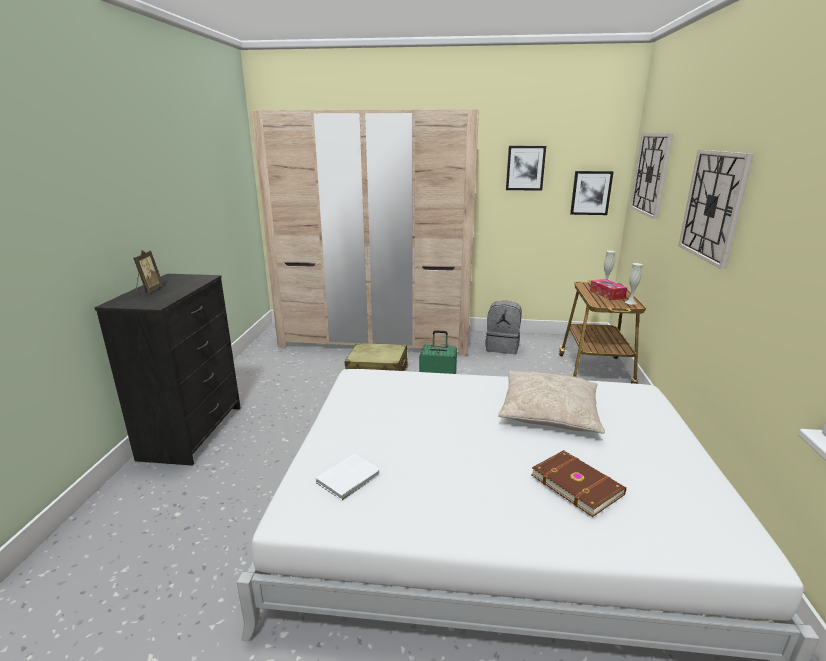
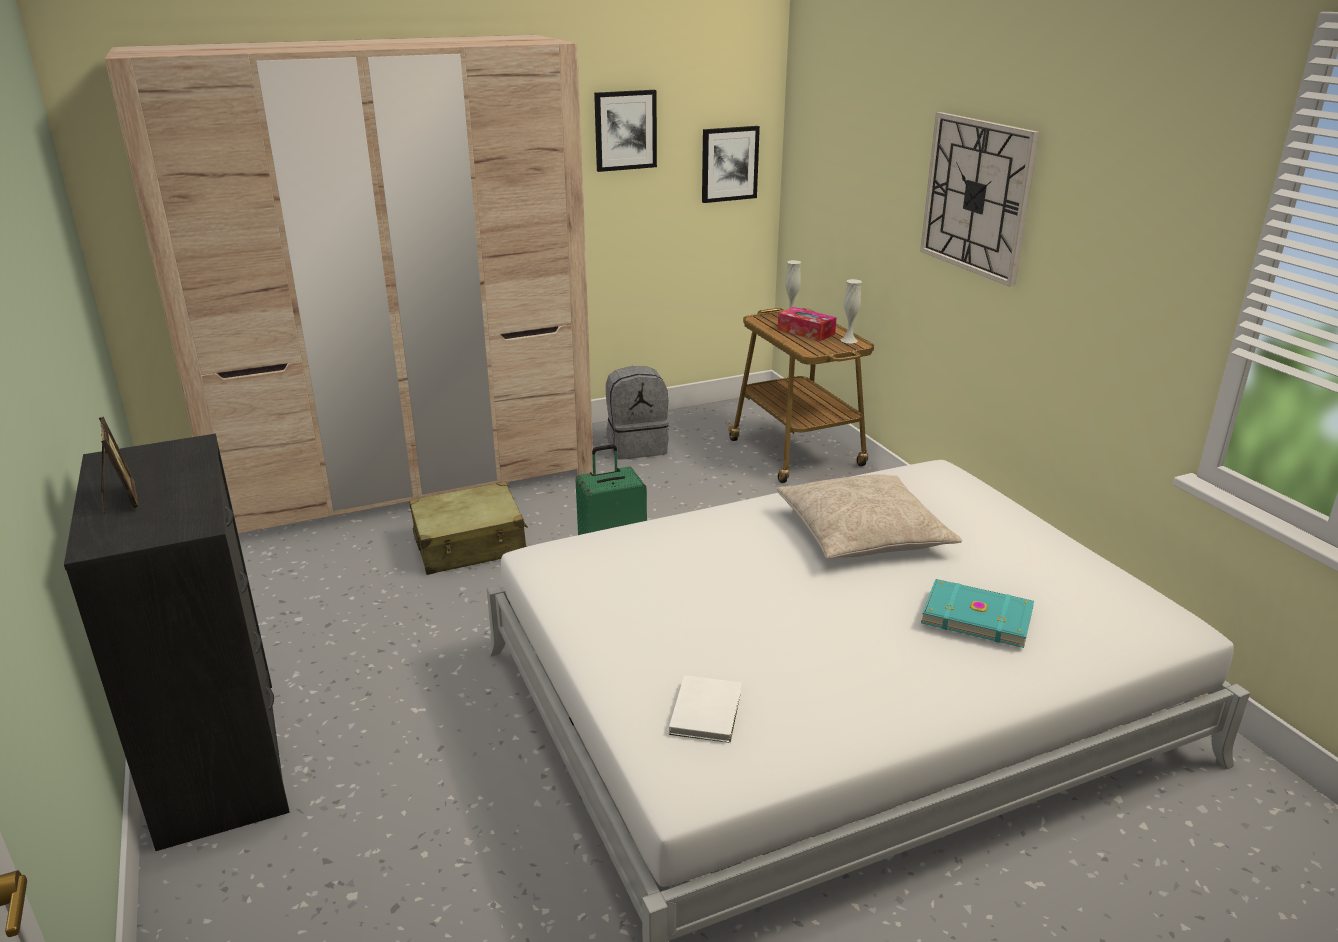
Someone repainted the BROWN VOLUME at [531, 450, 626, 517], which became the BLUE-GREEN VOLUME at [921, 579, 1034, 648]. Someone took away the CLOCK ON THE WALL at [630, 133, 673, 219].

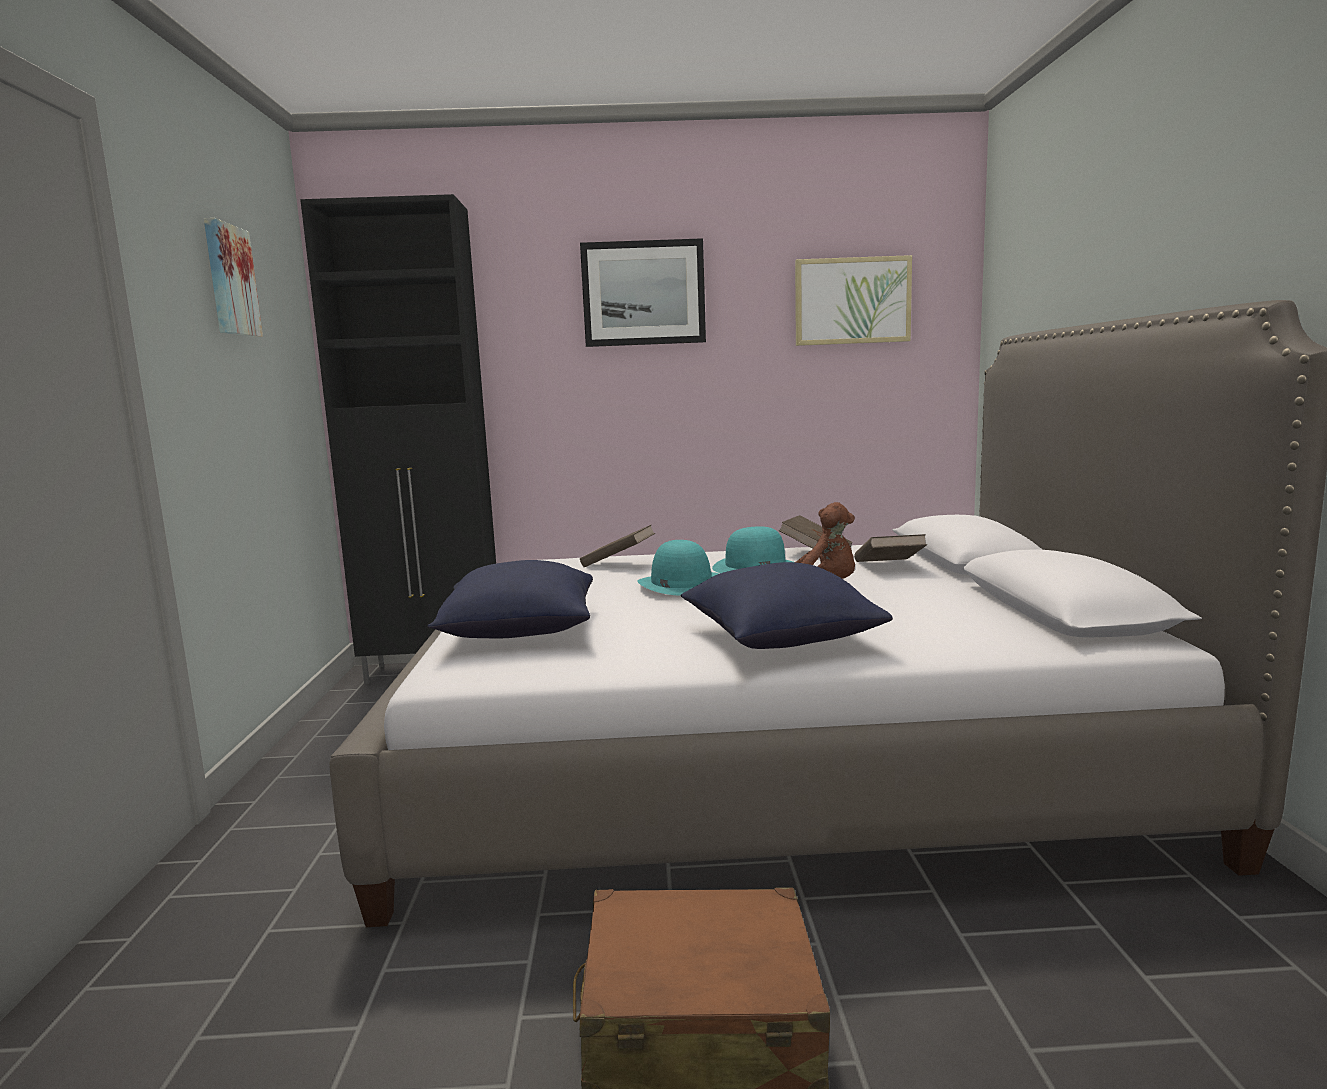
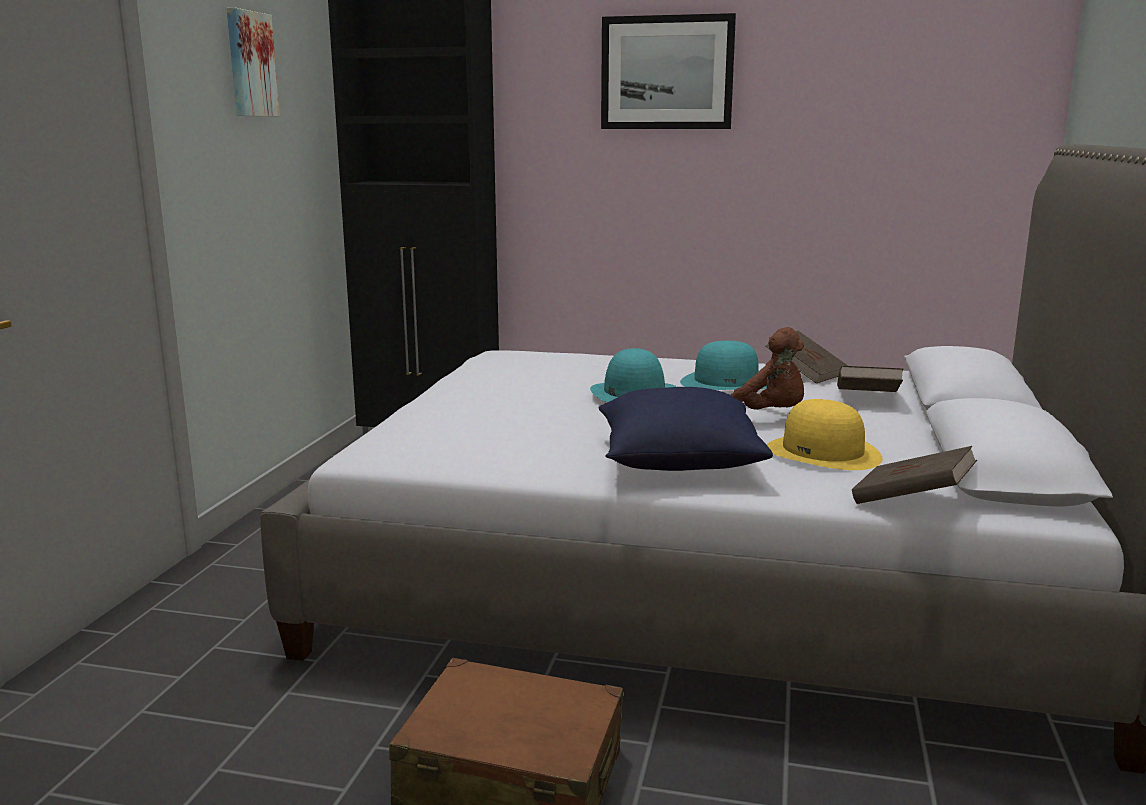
Someone took away the BLUE CUSHION at [428, 560, 593, 638]. Someone carried the BROWN VOLUME from [580, 525, 655, 567] to [852, 446, 977, 504]. Someone took away the WALL ART at [795, 255, 912, 346]. Someone put down the YELLOWISH HAT at [766, 399, 883, 470].

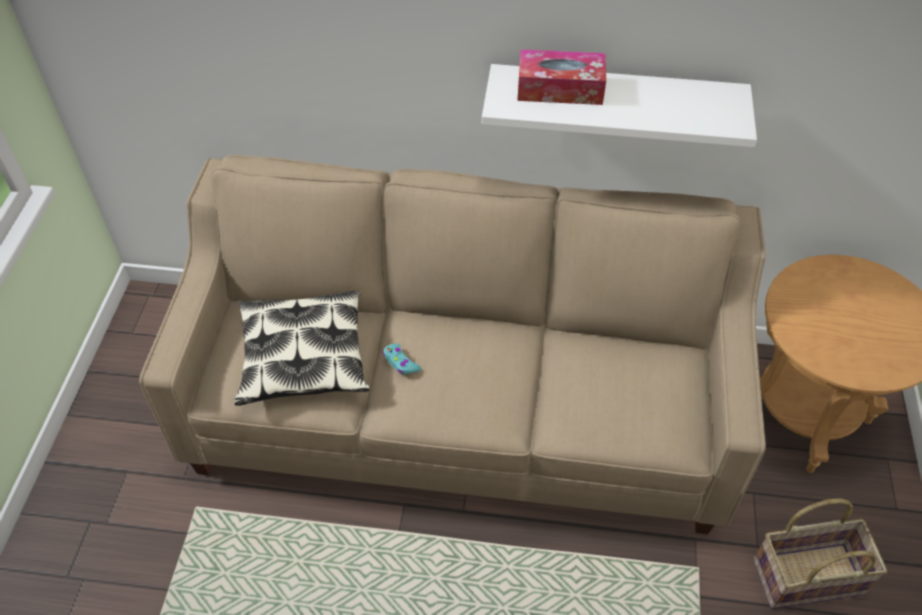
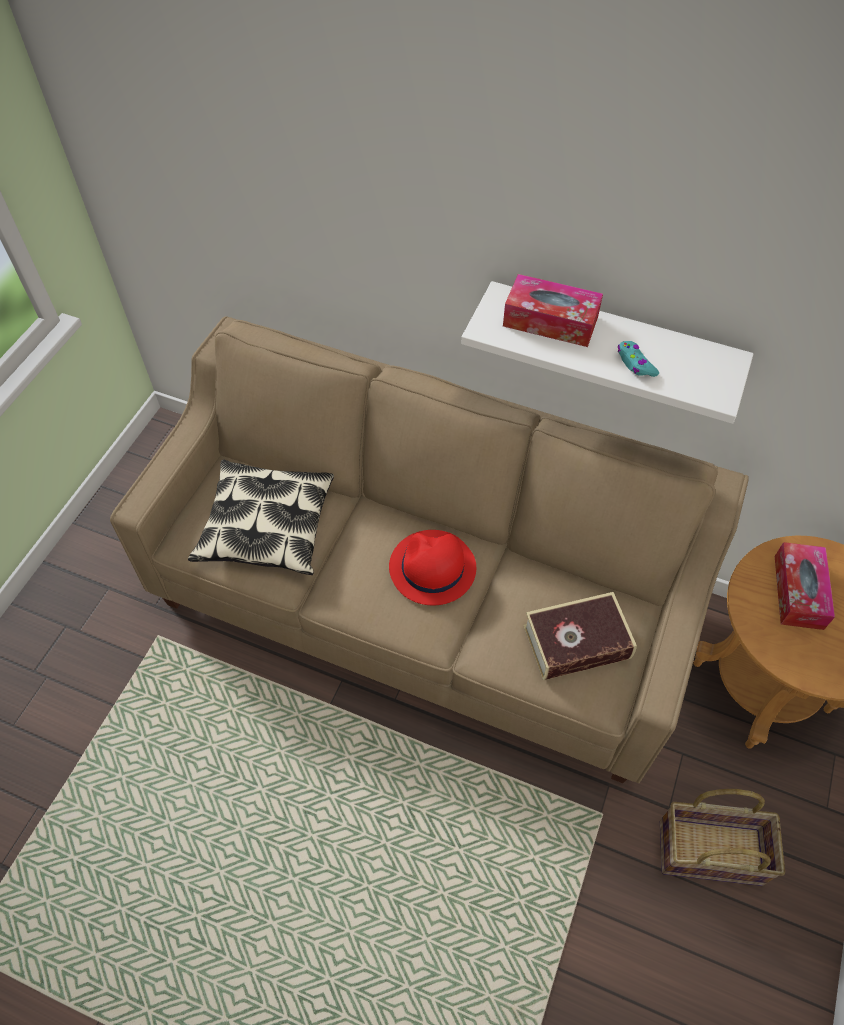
Someone carried the BLUE-GREEN GAMEPAD from [383, 344, 421, 374] to [618, 341, 659, 377]. Someone put down the RED-COLOURED HAT at [389, 530, 476, 606]. Someone put down the VOLUME at [523, 592, 637, 680]. Someone put down the TISSUE HOLDER at [775, 542, 835, 630].

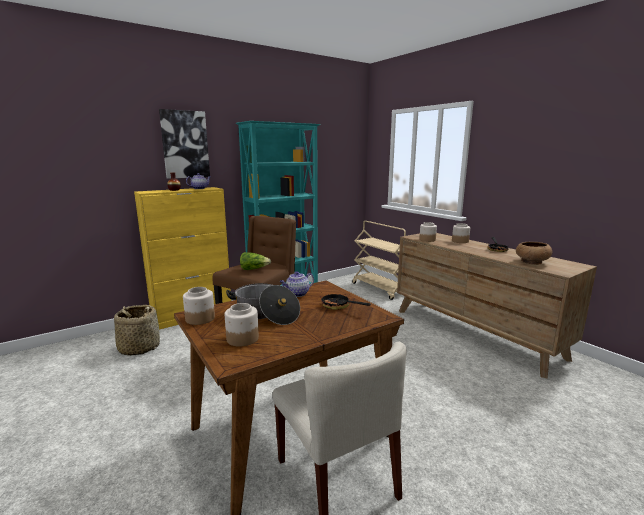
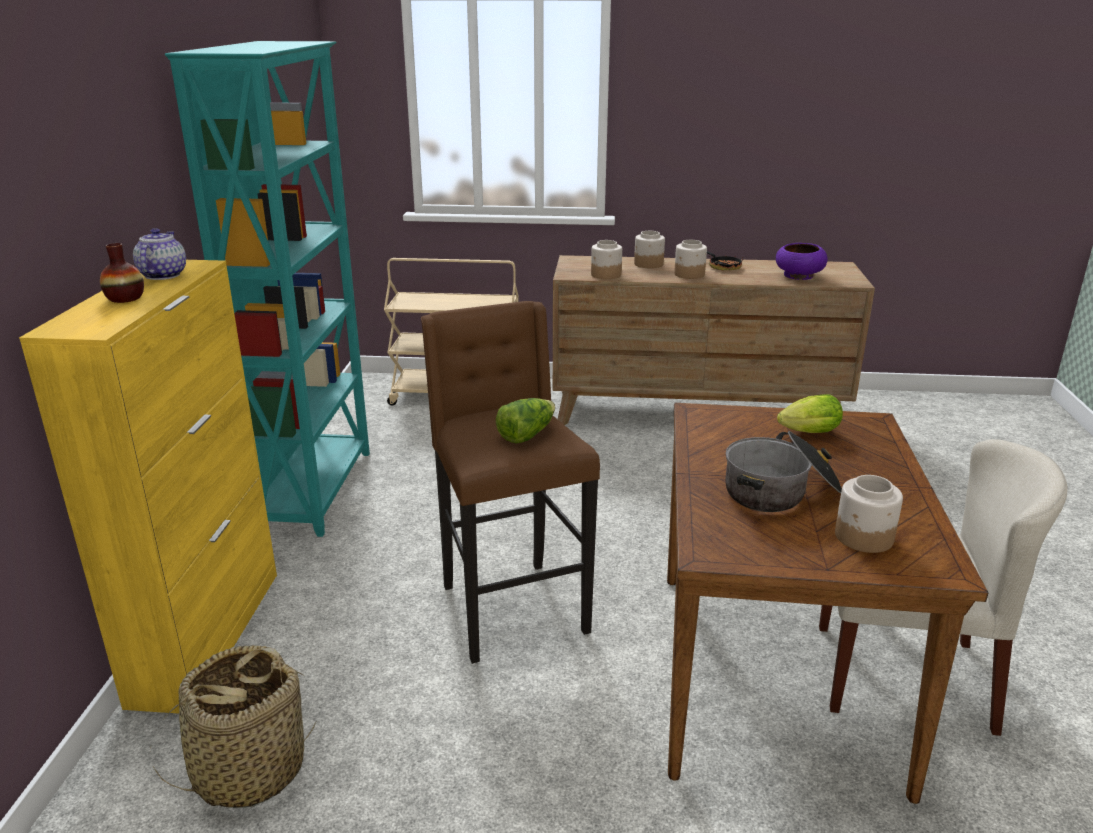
Someone took away the WALL ART at [159, 109, 210, 179]. Someone carried the PRESERVE JAR from [183, 287, 215, 325] to [674, 240, 707, 279]. Someone took away the POT FOR TEA at [279, 271, 314, 297]. Someone swapped the SKILLET at [321, 292, 371, 310] for the LETTUCE HEAD at [777, 394, 843, 433]. Someone repainted the BROWN BOWL at [516, 242, 552, 265], which became the PURPLE-COLOURED BOWL at [776, 243, 828, 280].

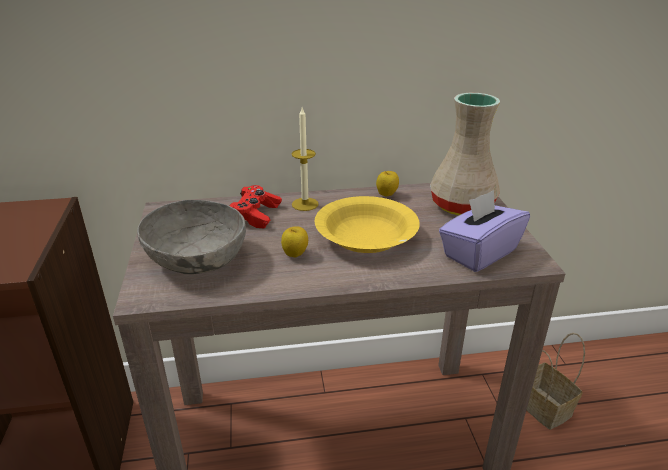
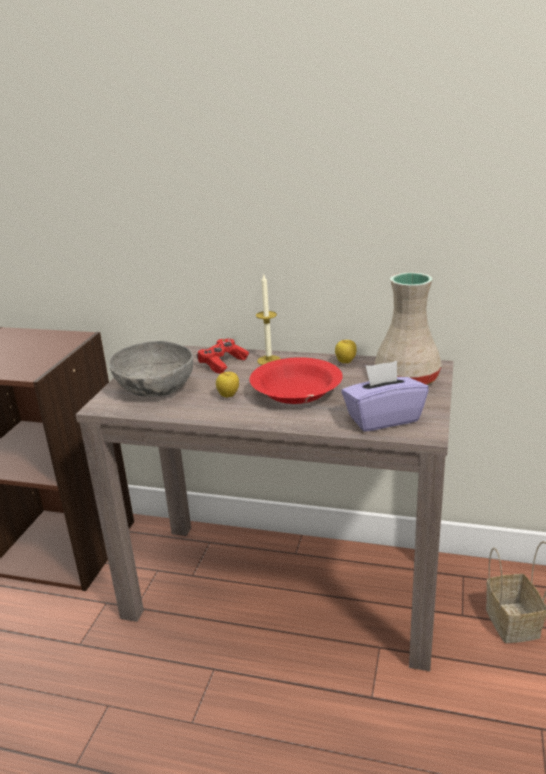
Someone repainted the YELLOWISH BOWL at [315, 196, 420, 253], which became the RED-COLOURED BOWL at [250, 357, 343, 404].

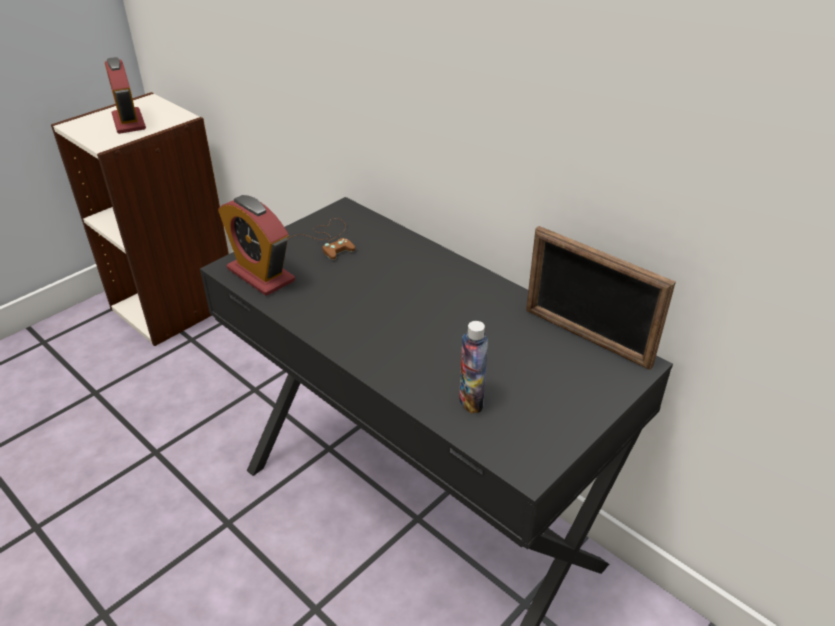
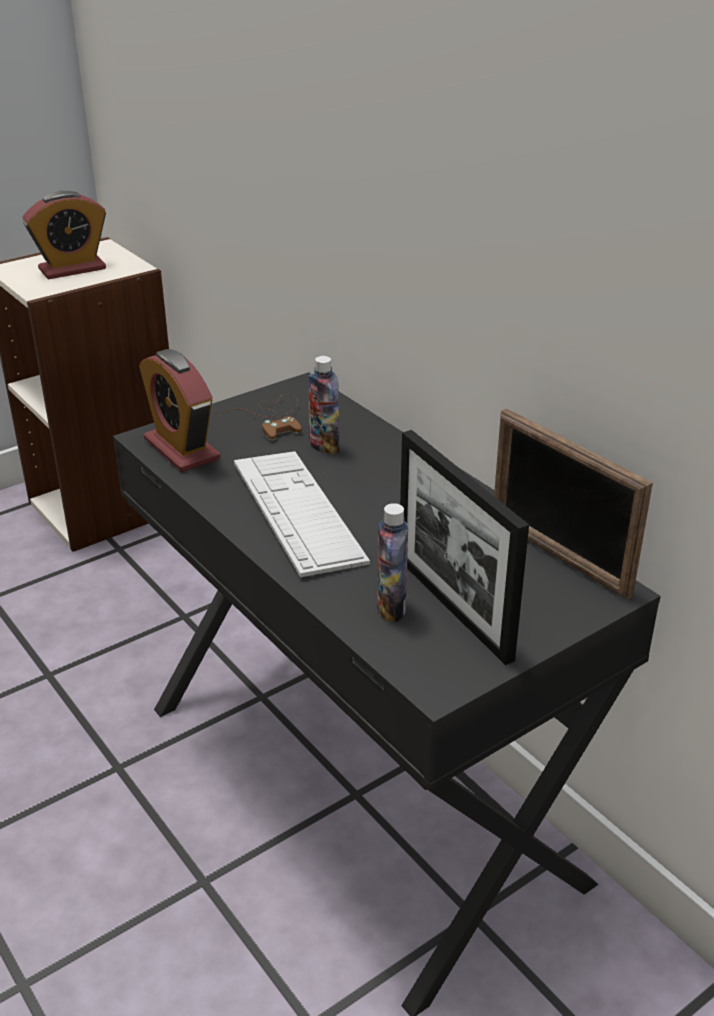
Someone rotated the TABLE CLOCK at [105, 57, 146, 134] by 105 degrees counterclockwise. Someone put down the PC KEYBOARD at [234, 451, 370, 577]. Someone put down the BOTTLE at [308, 356, 339, 454]. Someone put down the STANDING FRAME at [400, 430, 529, 665].

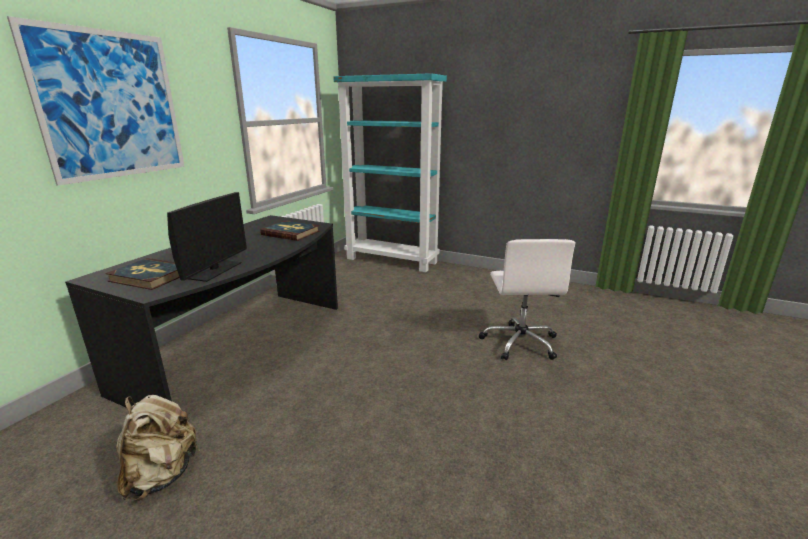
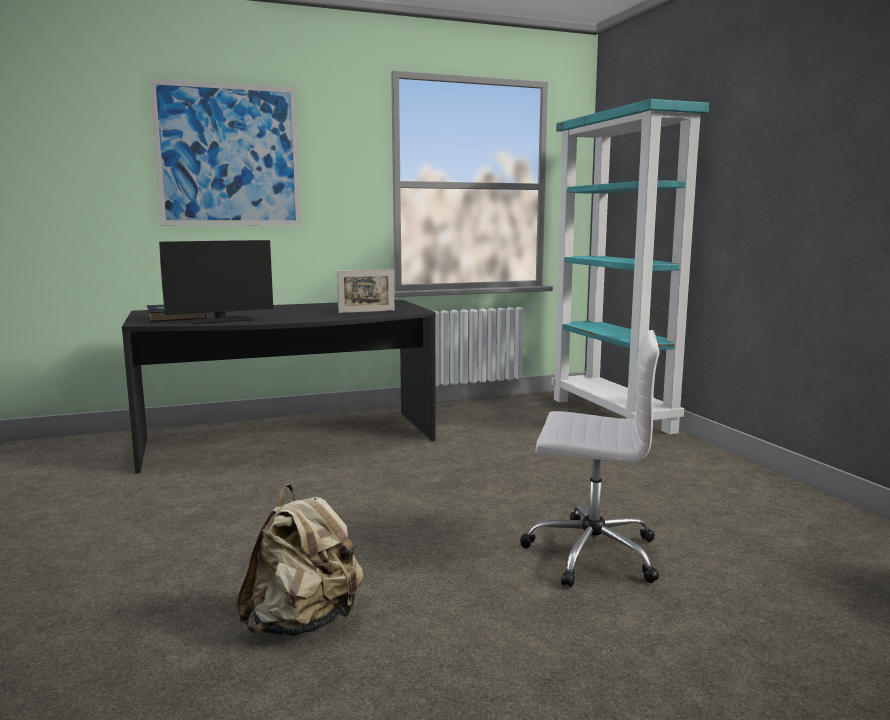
Someone carried the BEIGE-COLOURED BACKPACK from [116, 395, 200, 501] to [236, 484, 364, 636]. Someone swapped the VOLUME at [260, 220, 320, 241] for the STANDING FRAME at [337, 269, 395, 313]. Someone rotated the WHITE-COLOURED COMPUTER CHAIR at [479, 239, 575, 360] by 120 degrees counterclockwise.

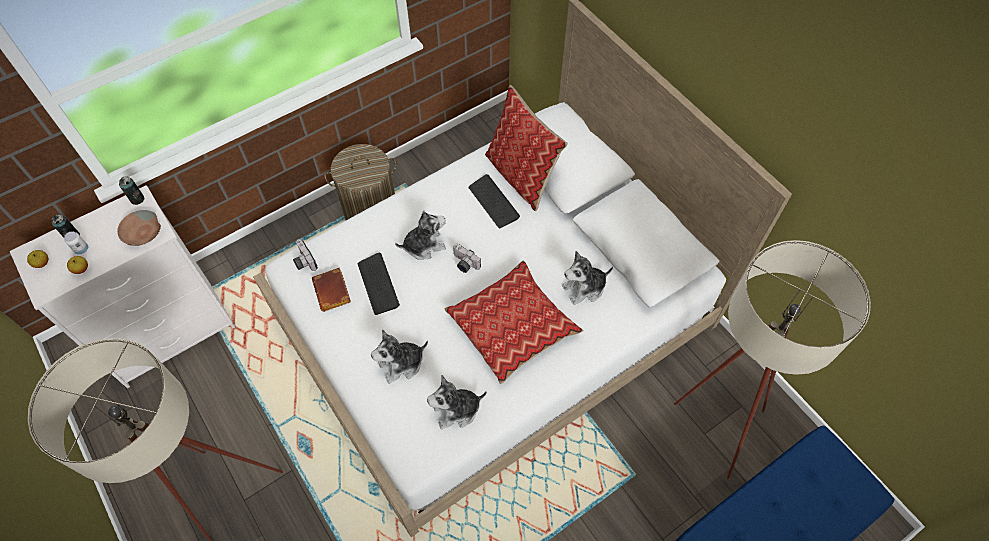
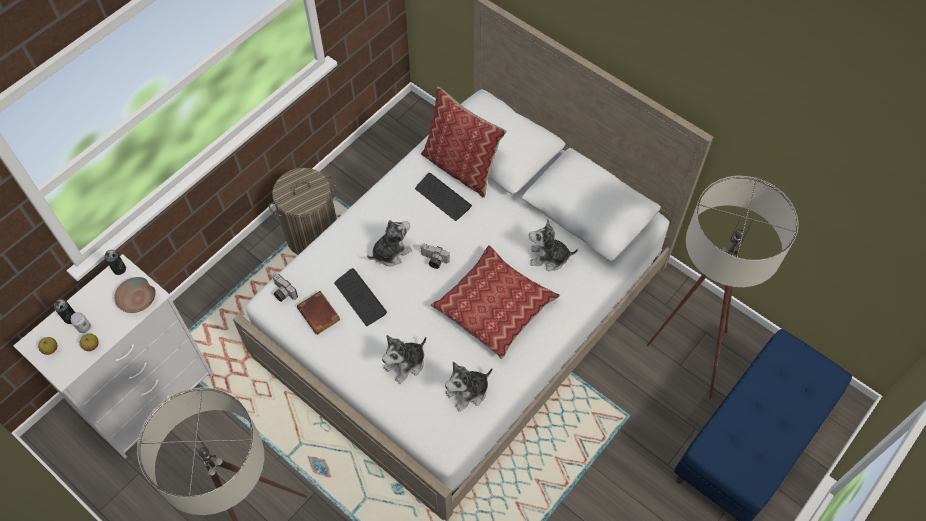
Someone rotated the SOFT TOY at [562, 251, 613, 305] by 45 degrees clockwise.

